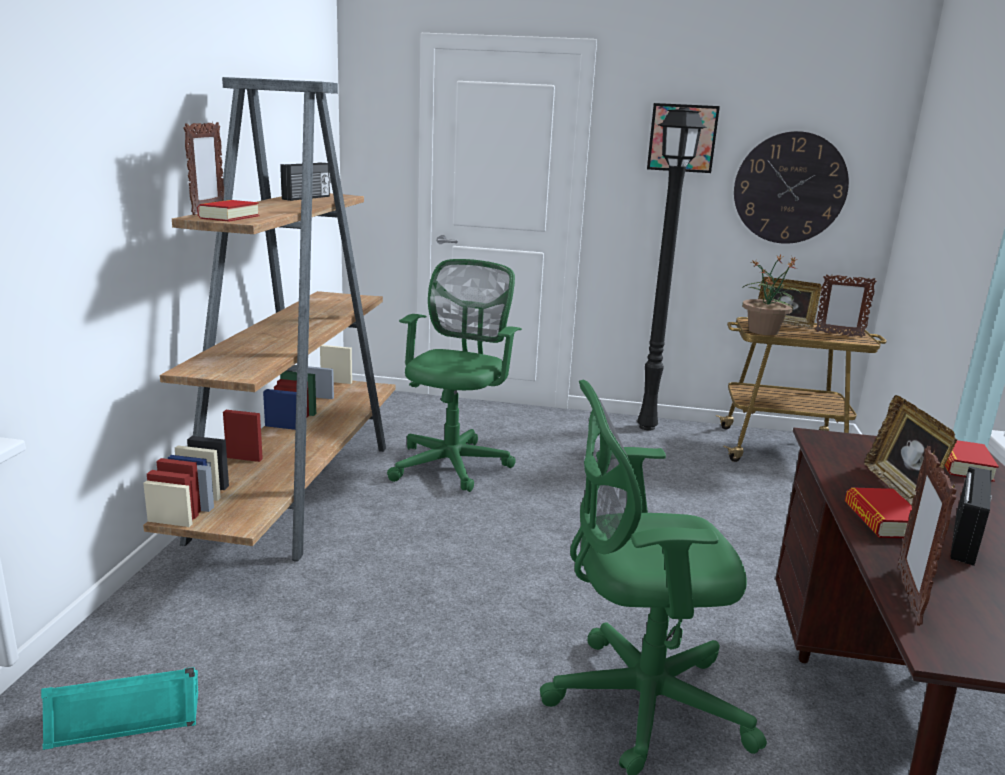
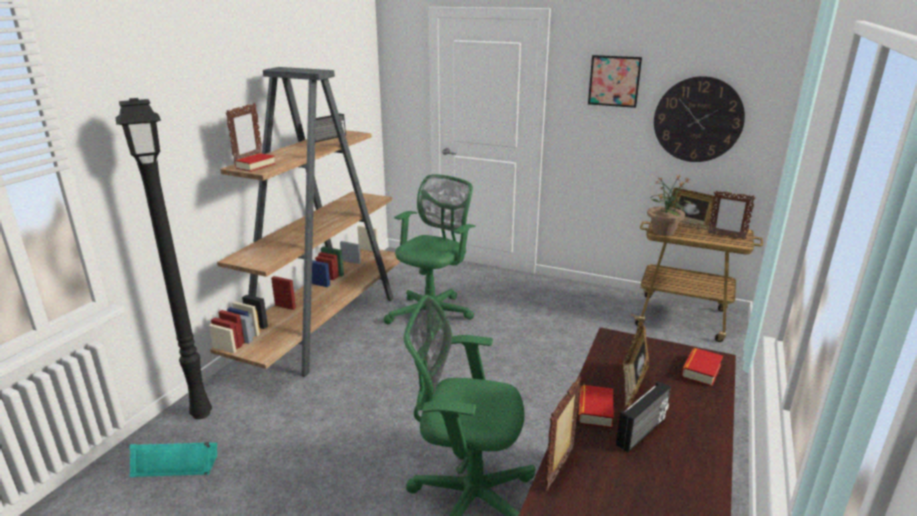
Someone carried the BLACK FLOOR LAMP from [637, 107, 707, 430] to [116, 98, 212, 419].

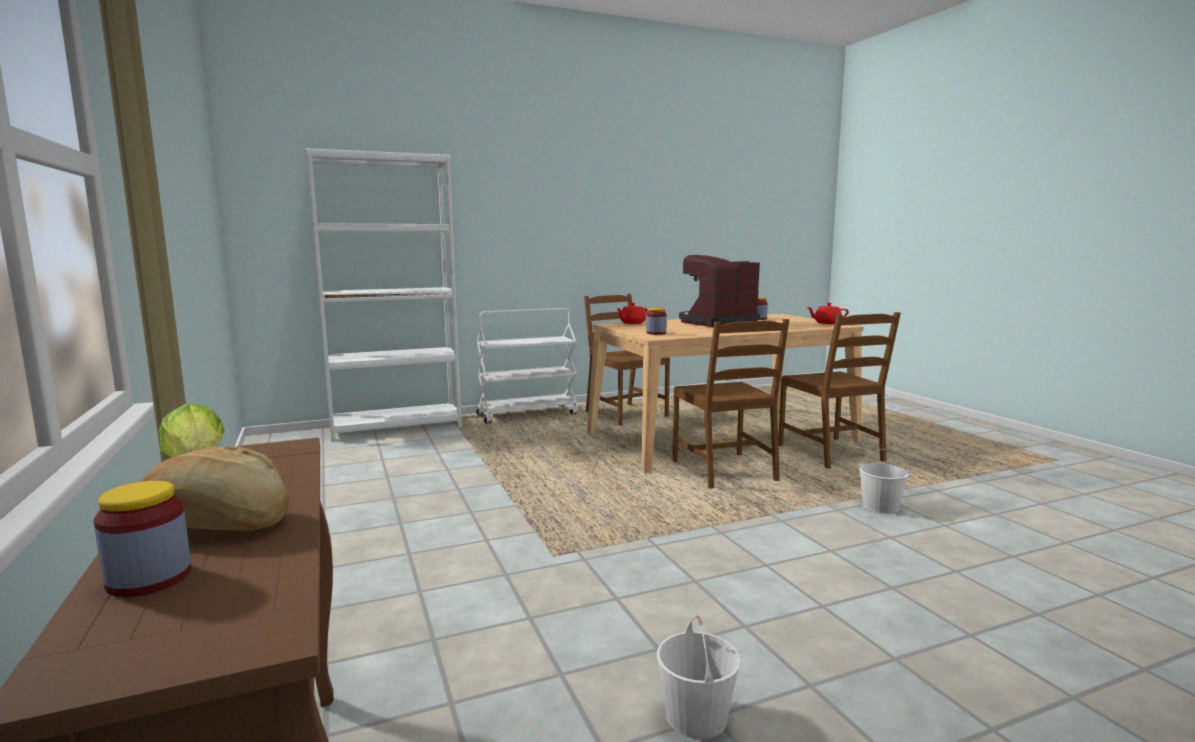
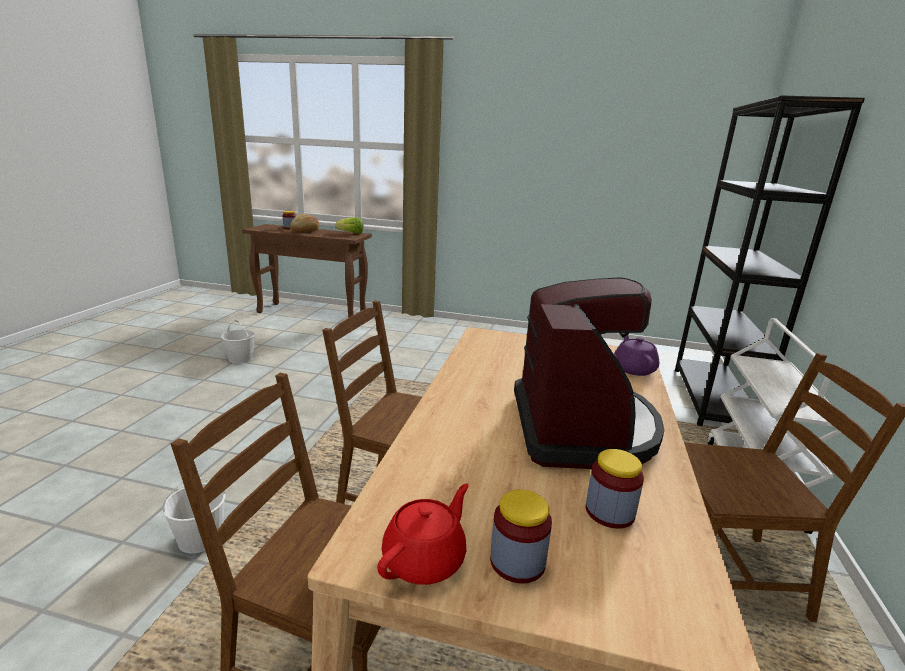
Someone repainted the WHITE-COLOURED BOOKCASE at [306, 148, 462, 442], which became the BLACK BOOKCASE at [675, 95, 865, 426]. Someone repainted the RED-COLOURED POT FOR TEA at [617, 303, 648, 324], which became the PURPLE-COLOURED POT FOR TEA at [614, 335, 659, 376]. Someone carried the PRESERVE JAR from [647, 308, 667, 335] to [490, 490, 552, 584].

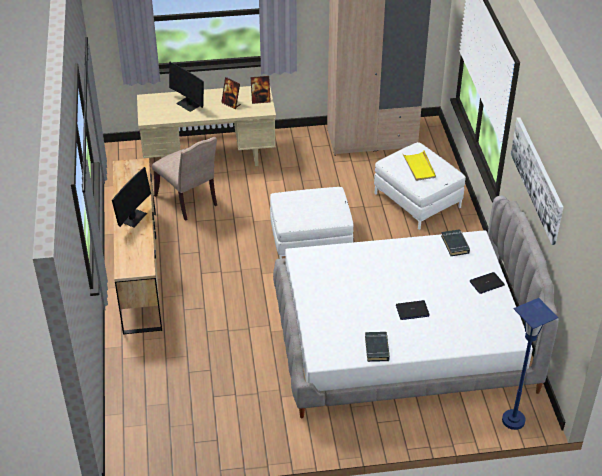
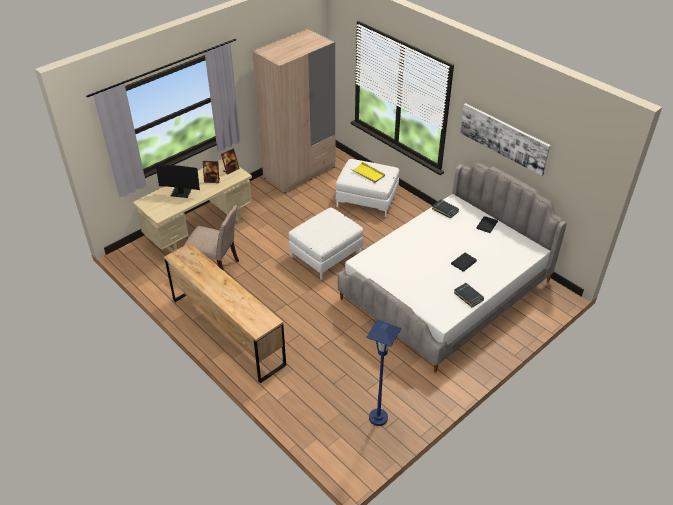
Someone took away the MONITOR at [112, 167, 151, 227]. Someone carried the BLUE FLOOR LAMP from [502, 298, 559, 430] to [366, 319, 402, 426].

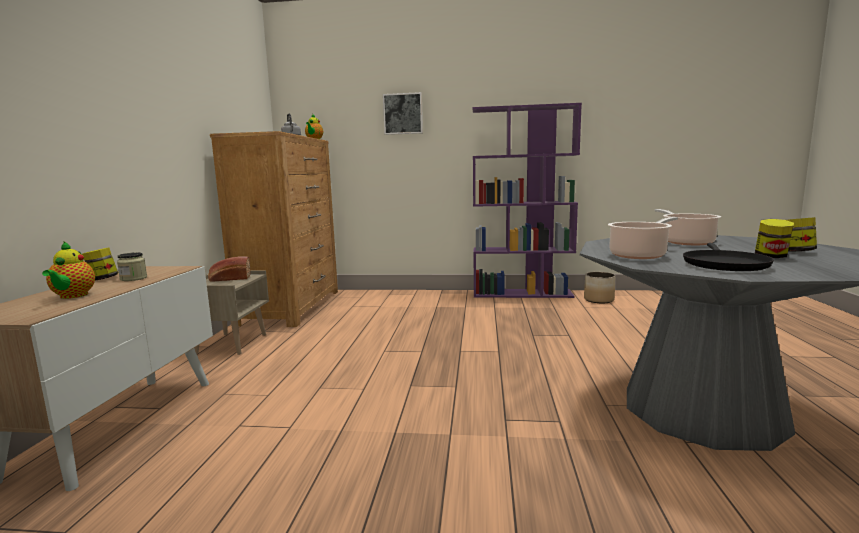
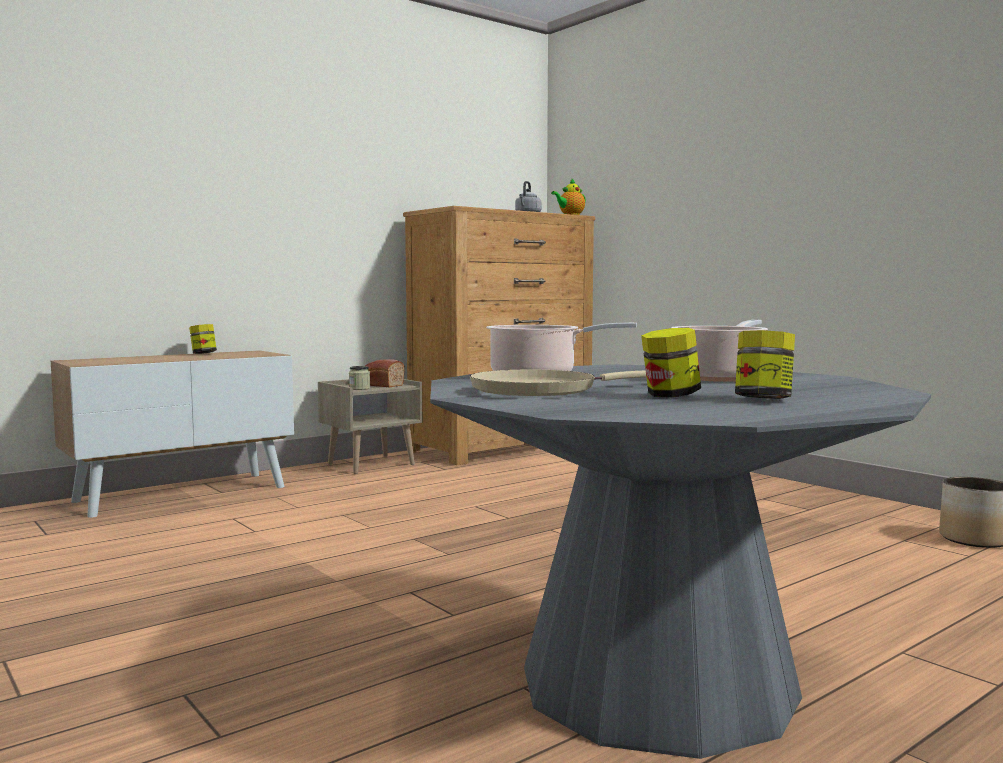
Someone took away the POT FOR TEA at [42, 241, 95, 299]. Someone carried the PRESERVE JAR from [117, 252, 147, 281] to [349, 366, 370, 390]. Someone took away the WALL ART at [383, 92, 423, 135]. Someone took away the PURPLE-COLOURED BOOKCASE at [472, 103, 582, 298]. Someone repainted the BLACK SKILLET at [683, 243, 774, 271], which became the BEIGE-COLOURED SKILLET at [470, 370, 646, 396].

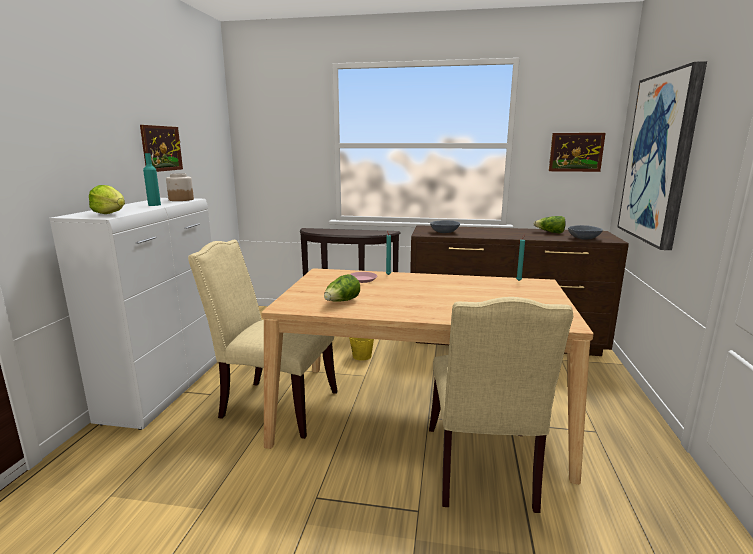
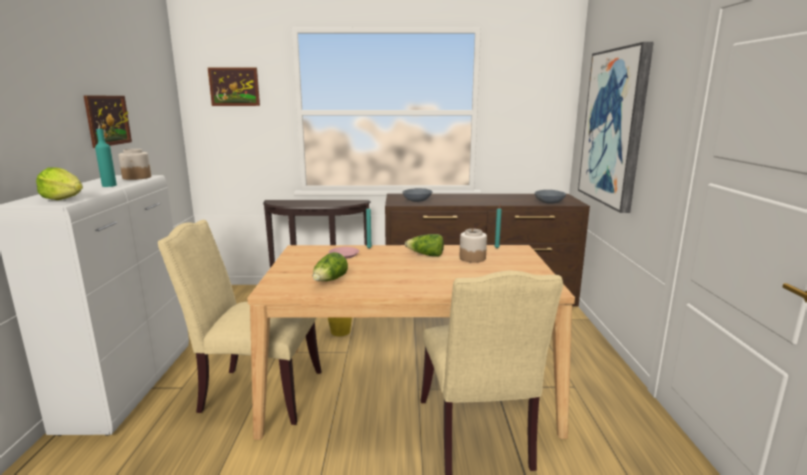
Someone carried the LETTUCE HEAD from [533, 216, 566, 233] to [405, 234, 444, 257]. Someone carried the WALL ART from [549, 133, 606, 172] to [208, 67, 260, 106]. Someone put down the PRESERVE JAR at [460, 229, 487, 263].

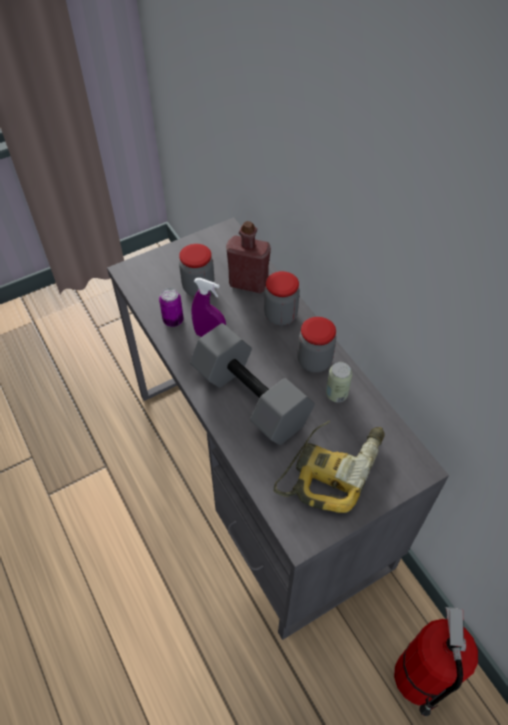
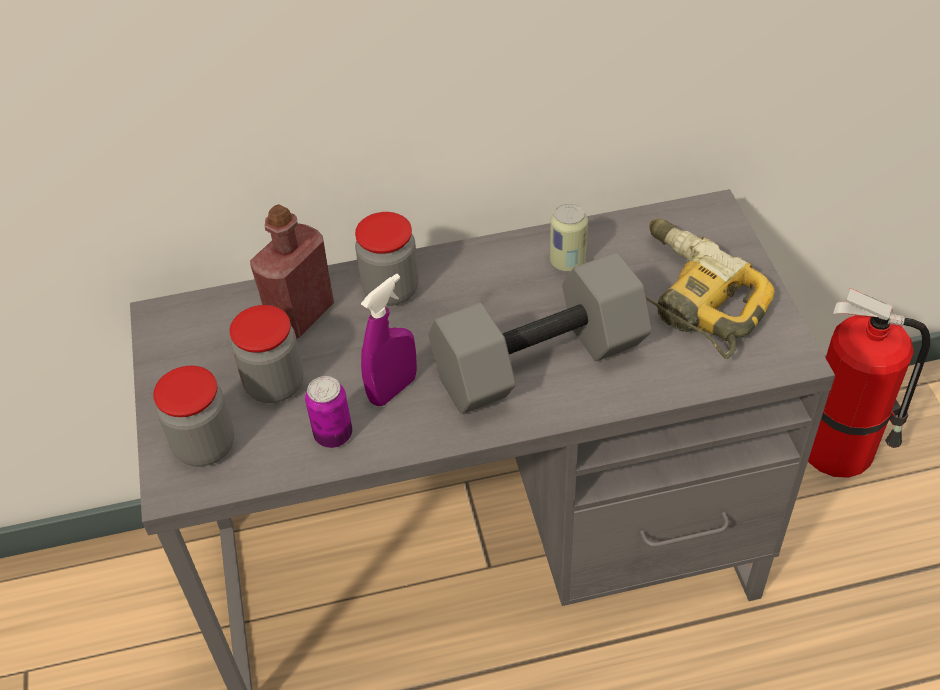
Someone carried the PRESERVE JAR from [297, 317, 336, 373] to [153, 366, 234, 467].

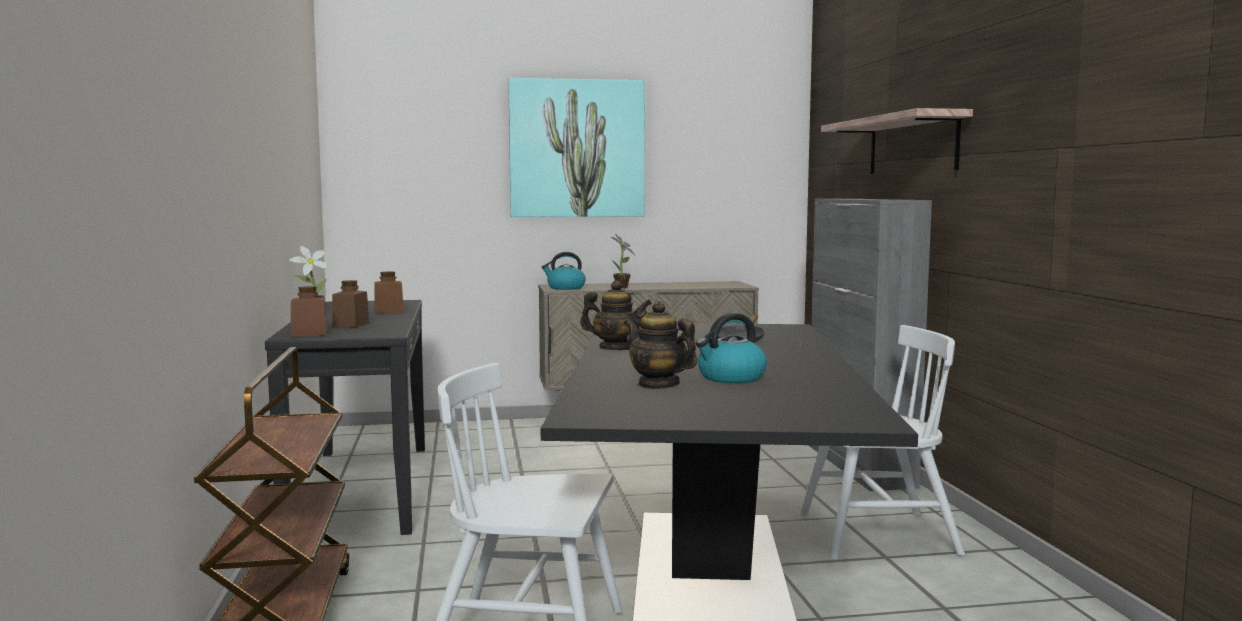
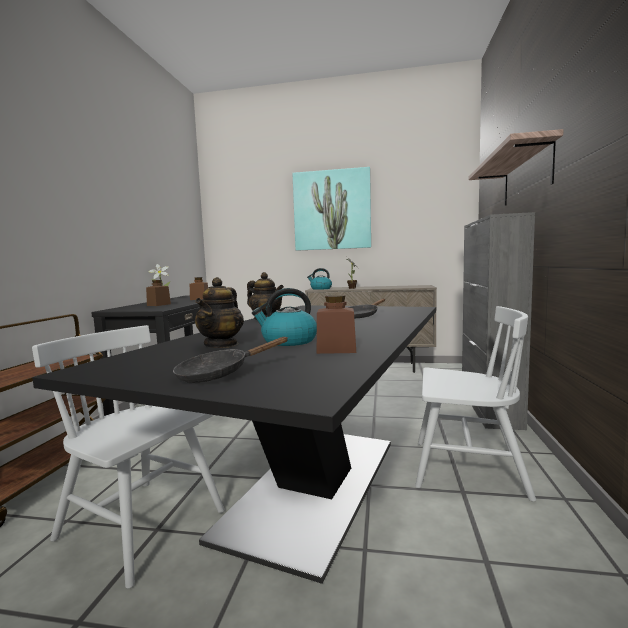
Someone carried the BROWN PRESERVE JAR from [291, 286, 327, 337] to [317, 295, 356, 354]. Someone rotated the POT FOR TEA at [624, 301, 697, 389] by 135 degrees counterclockwise. Someone put down the BLACK SKILLET at [173, 337, 287, 383].

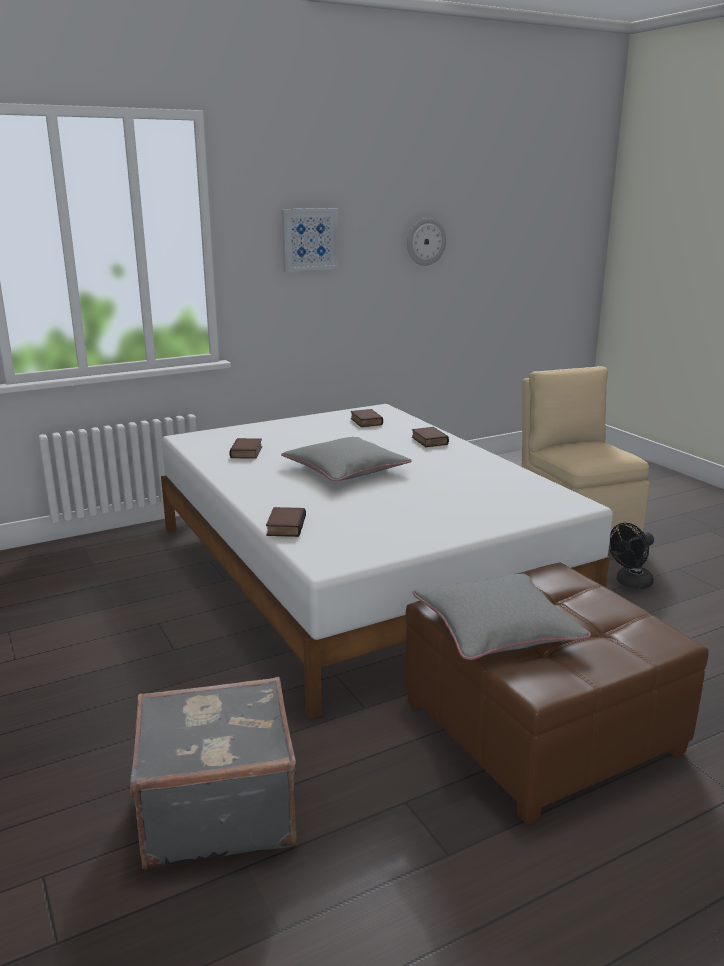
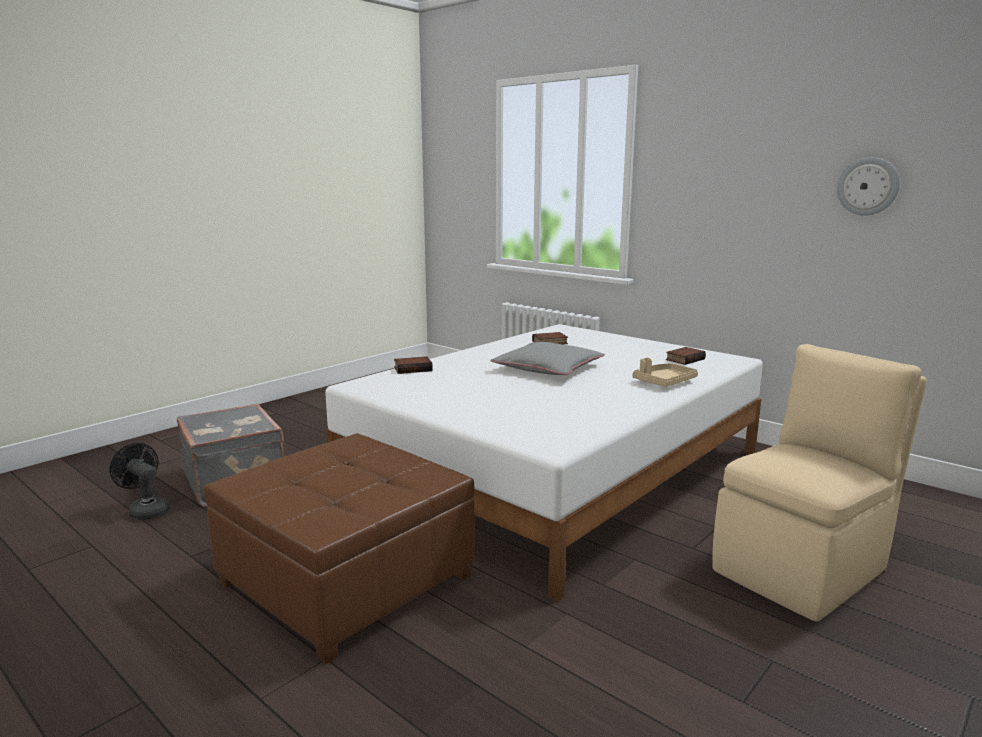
Someone took away the WALL ART at [282, 208, 339, 272]. Someone swapped the VOLUME at [412, 427, 449, 447] for the BEIGE-COLOURED CARRYING TRAY at [633, 358, 698, 387]. Someone took away the GRAY CUSHION at [413, 574, 591, 660]. Someone carried the BLACK ELECTRIC FAN from [609, 523, 654, 589] to [109, 443, 169, 520].

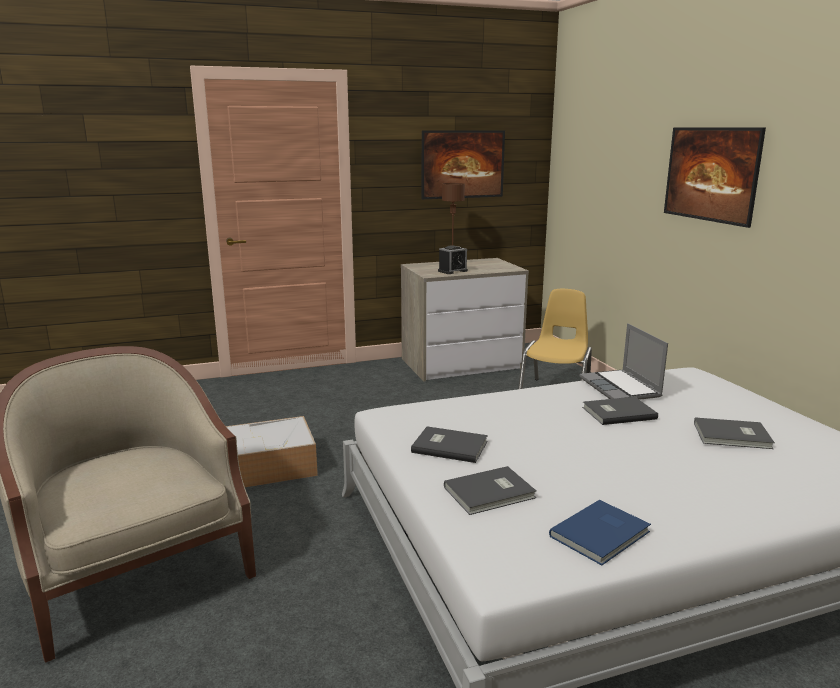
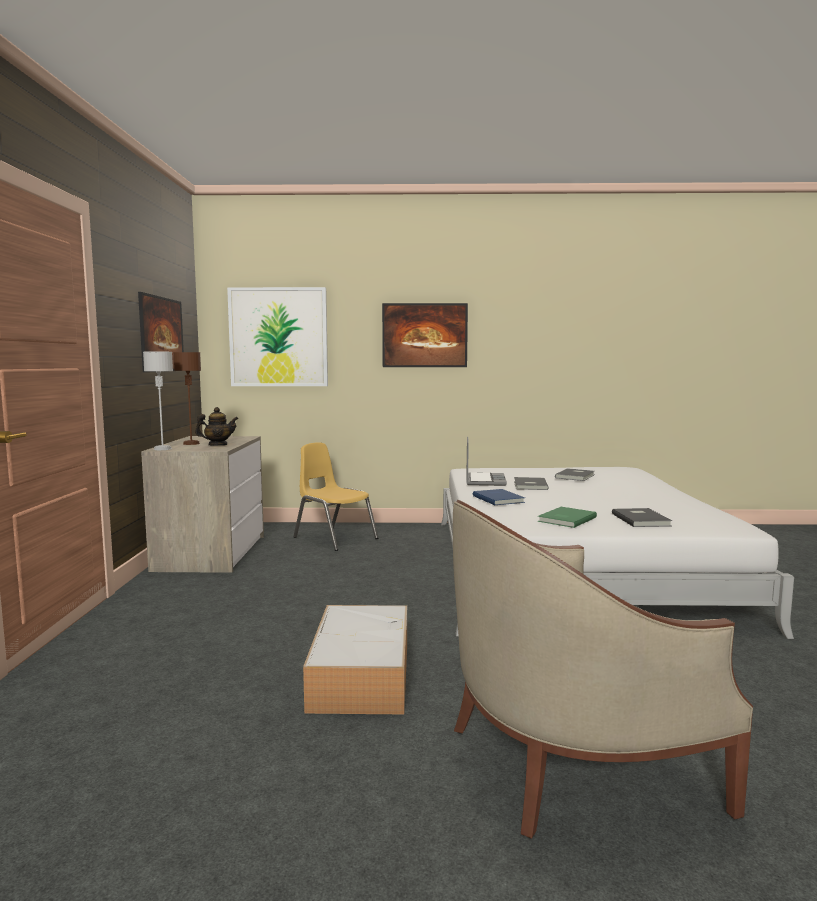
Someone repainted the GRAY VOLUME at [411, 426, 488, 463], which became the GREENISH VOLUME at [538, 507, 597, 528]. Someone swapped the TABLE CLOCK at [438, 245, 468, 274] for the POT FOR TEA at [195, 407, 238, 445]. Someone carried the BLUE VOLUME from [549, 500, 651, 565] to [473, 489, 525, 505]. Someone rotated the NOTEBOOK COMPUTER at [580, 323, 668, 400] by 90 degrees counterclockwise. Someone put down the GRAY TABLE LAMP at [143, 351, 173, 450]. Someone put up the WALL ART at [227, 287, 328, 386].

